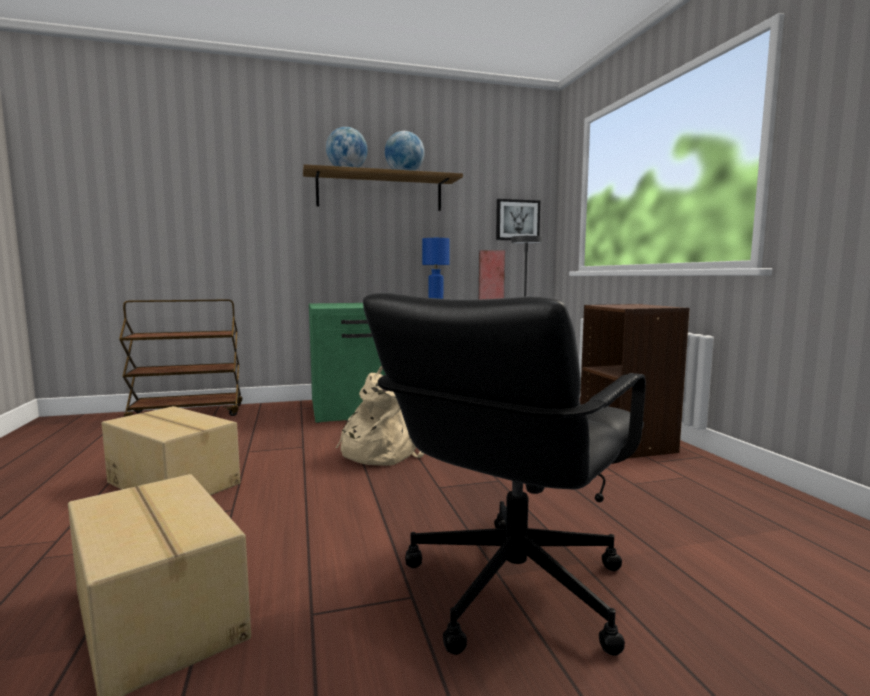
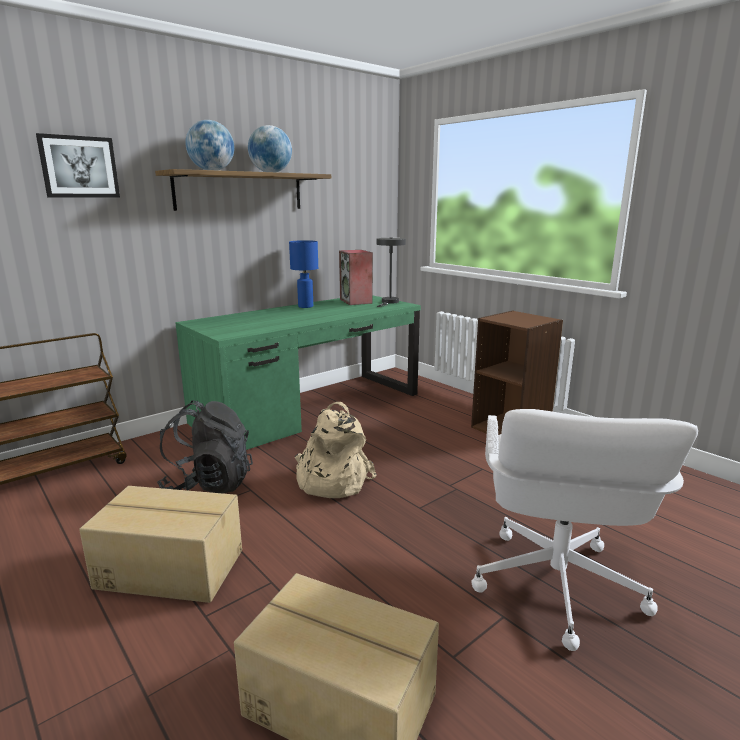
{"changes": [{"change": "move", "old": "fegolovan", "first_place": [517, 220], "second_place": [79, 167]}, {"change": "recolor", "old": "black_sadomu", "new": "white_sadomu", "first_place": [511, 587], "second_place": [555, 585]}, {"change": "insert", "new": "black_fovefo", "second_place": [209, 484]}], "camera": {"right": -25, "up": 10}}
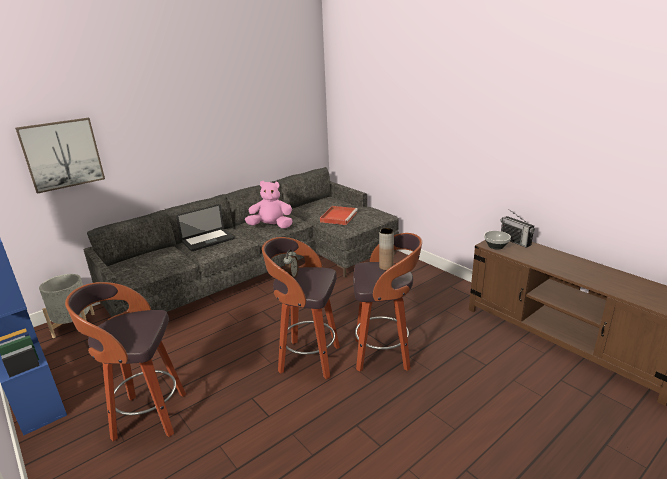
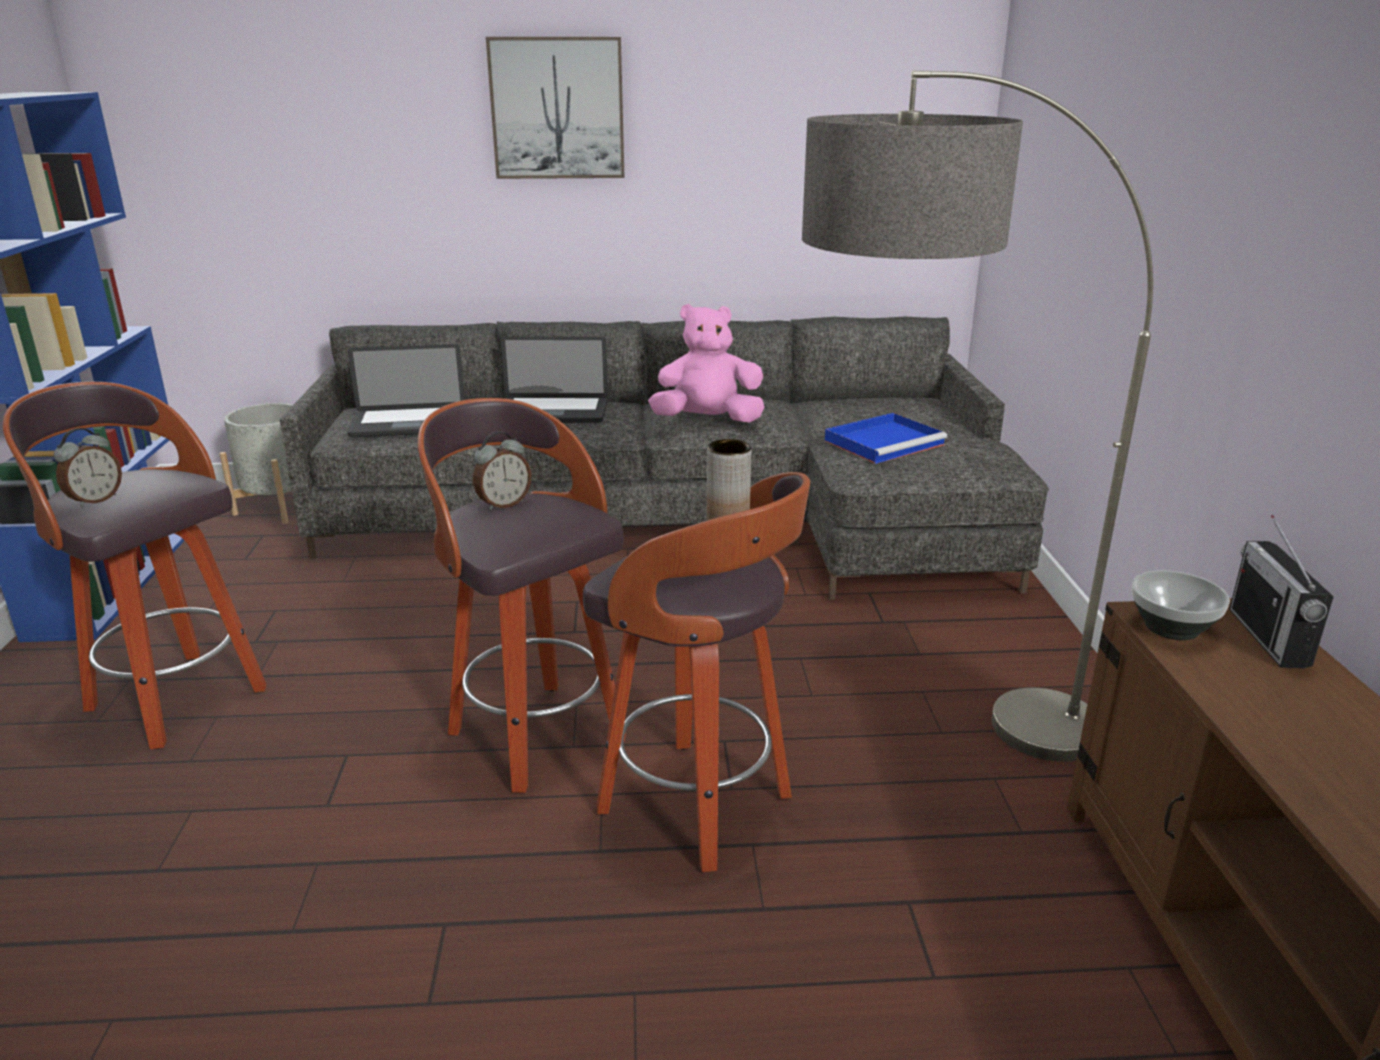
{"changes": [{"change": "move", "old": "fegolovan", "first_place": [62, 154], "second_place": [557, 109]}, {"change": "rotate", "old": "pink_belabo", "first_place": [271, 226], "second_place": [707, 421], "degrees": -45}, {"change": "recolor", "old": "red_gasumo", "new": "blue_gasumo", "first_place": [338, 216], "second_place": [885, 442]}, {"change": "insert", "new": "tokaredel", "second_place": [922, 739]}, {"change": "insert", "new": "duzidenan", "second_place": [408, 424]}, {"change": "insert", "new": "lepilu", "second_place": [95, 500]}], "camera": {"right": 35, "up": 0}}
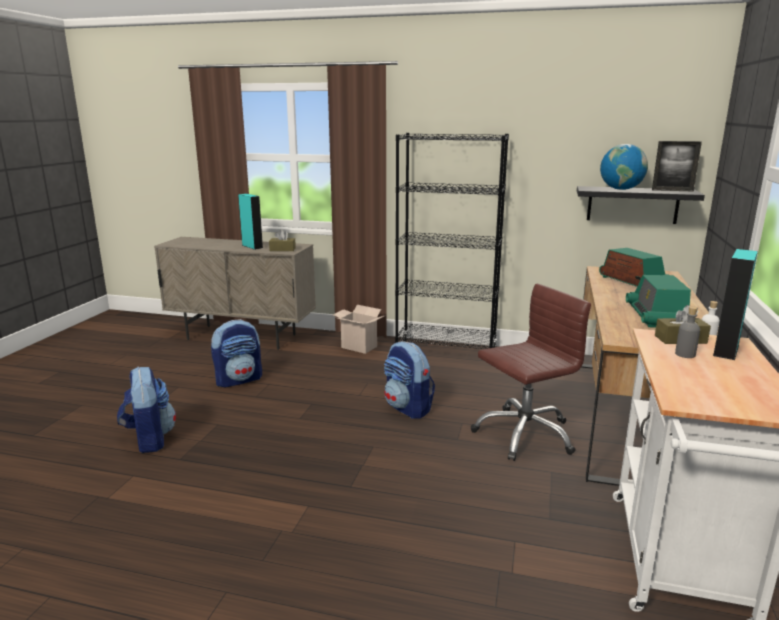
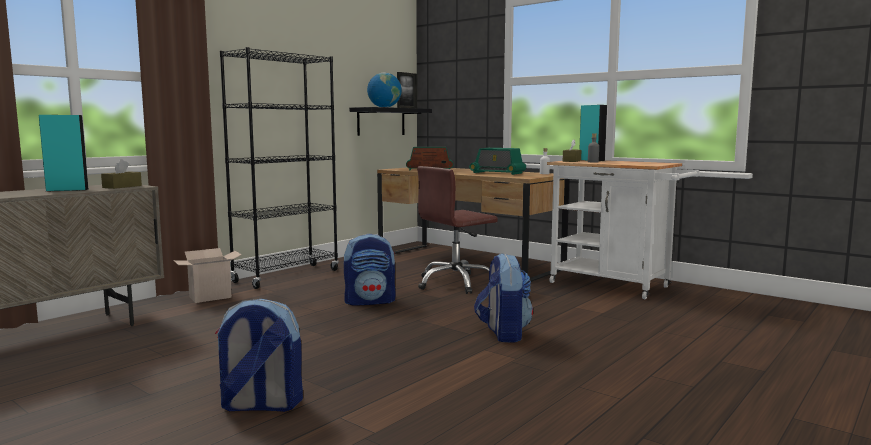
{"changes": [{"change": "rotate", "old": "brown_sadomu", "first_place": [524, 434], "second_place": [455, 283], "degrees": -120}, {"change": "move", "old": "fovefo", "first_place": [239, 380], "second_place": [503, 333]}], "camera": {"right": -65, "up": -10}}
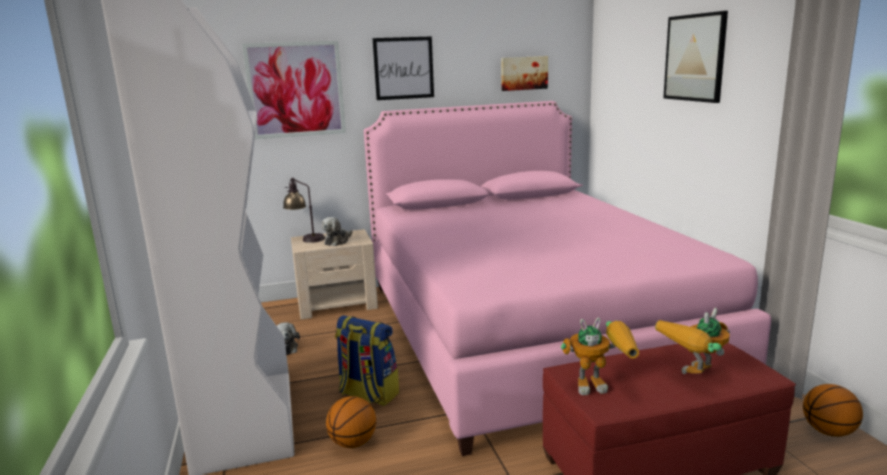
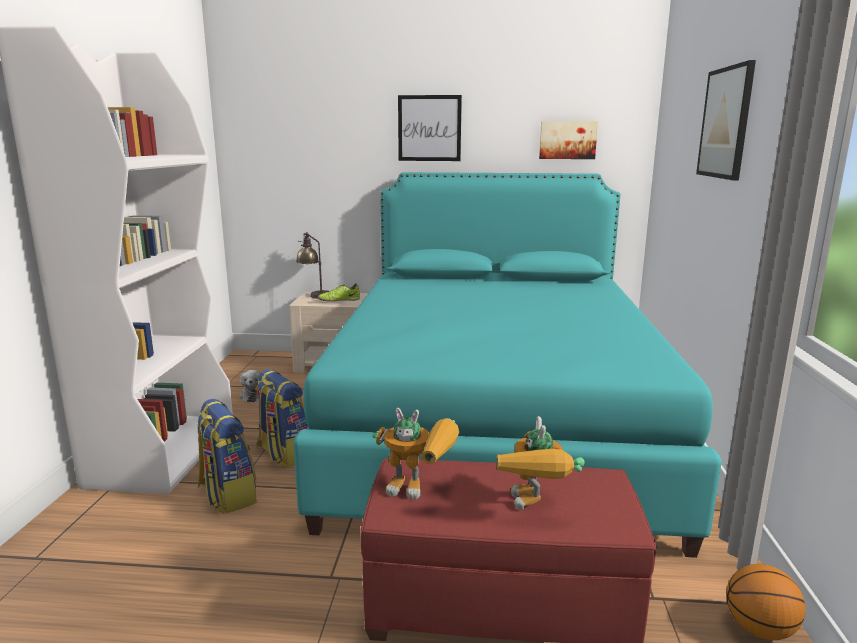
{"changes": [{"change": "delete", "old": "fegolovan", "first_place": [295, 89]}, {"change": "recolor", "old": "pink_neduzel", "new": "turquoise_neduzel", "first_place": [527, 331], "second_place": [493, 426]}, {"change": "replace", "old": "belabo", "new": "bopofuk", "first_place": [337, 241], "second_place": [339, 301]}, {"change": "rotate", "old": "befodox", "first_place": [695, 378], "second_place": [535, 508], "degrees": -75}, {"change": "replace", "old": "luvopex", "new": "fovefo", "first_place": [352, 443], "second_place": [227, 495]}], "camera": {"right": 20, "up": 0}}
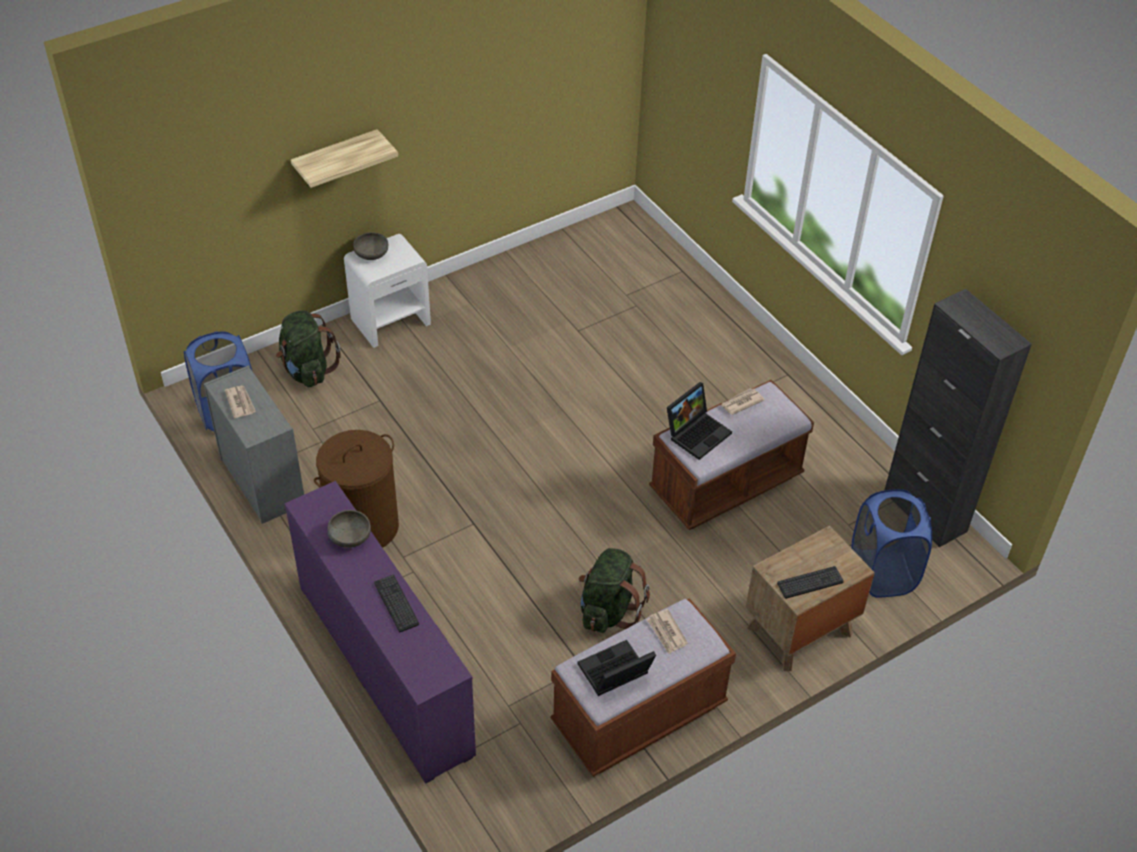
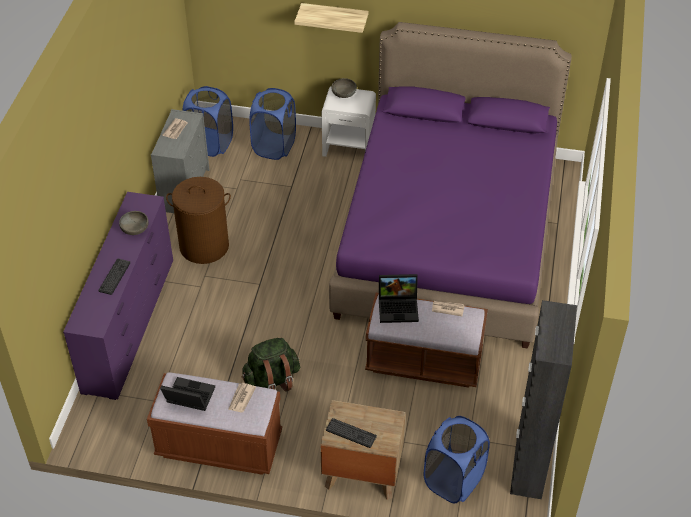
{"changes": [{"change": "replace", "old": "green_fovefo", "new": "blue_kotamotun", "first_place": [307, 370], "second_place": [274, 146]}, {"change": "insert", "new": "purple_neduzel", "second_place": [448, 236]}], "camera": {"right": 45, "up": 0}}
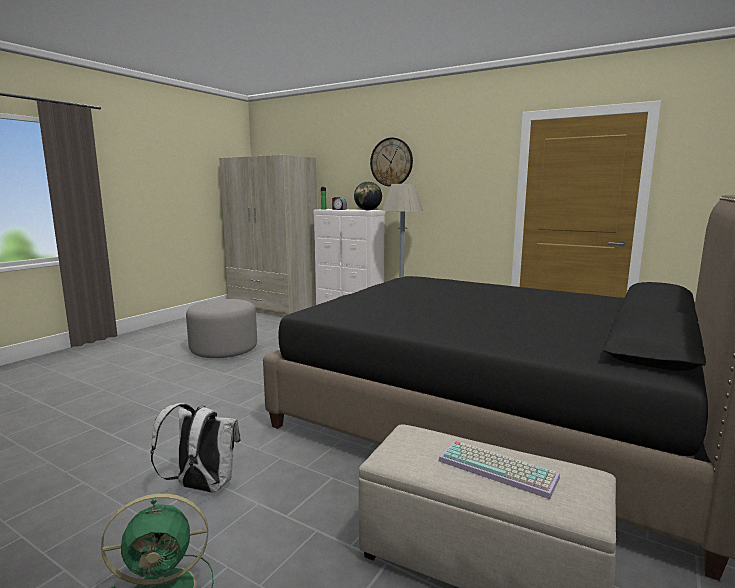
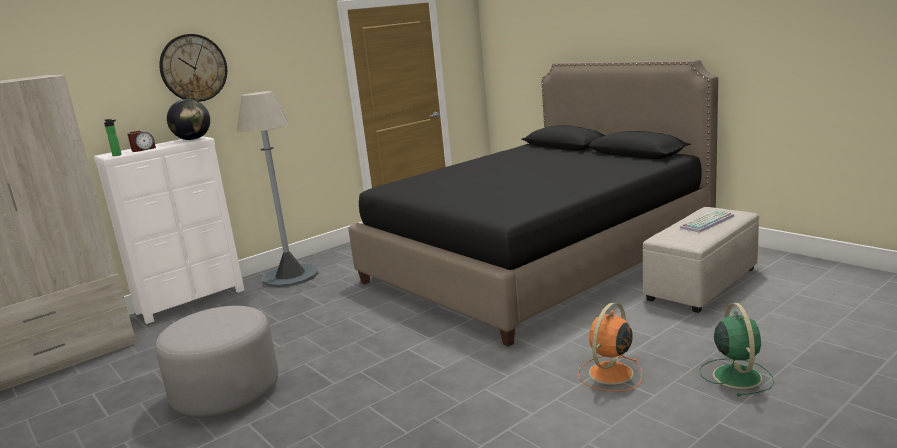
{"changes": [{"change": "replace", "old": "white_fovefo", "new": "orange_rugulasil", "first_place": [202, 487], "second_place": [610, 374]}], "camera": {"right": -70, "up": 5}}
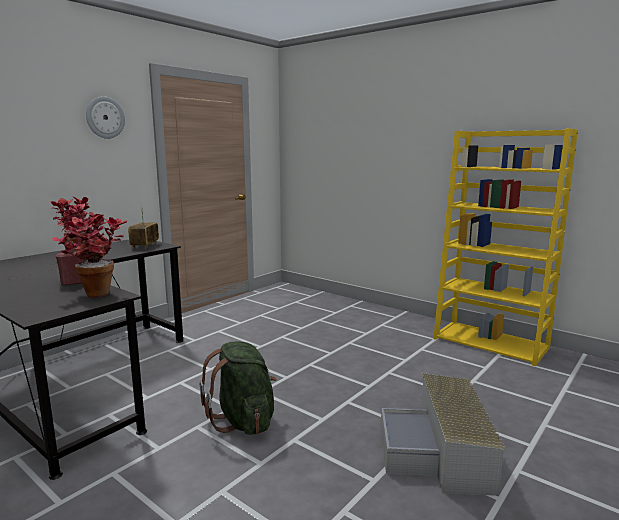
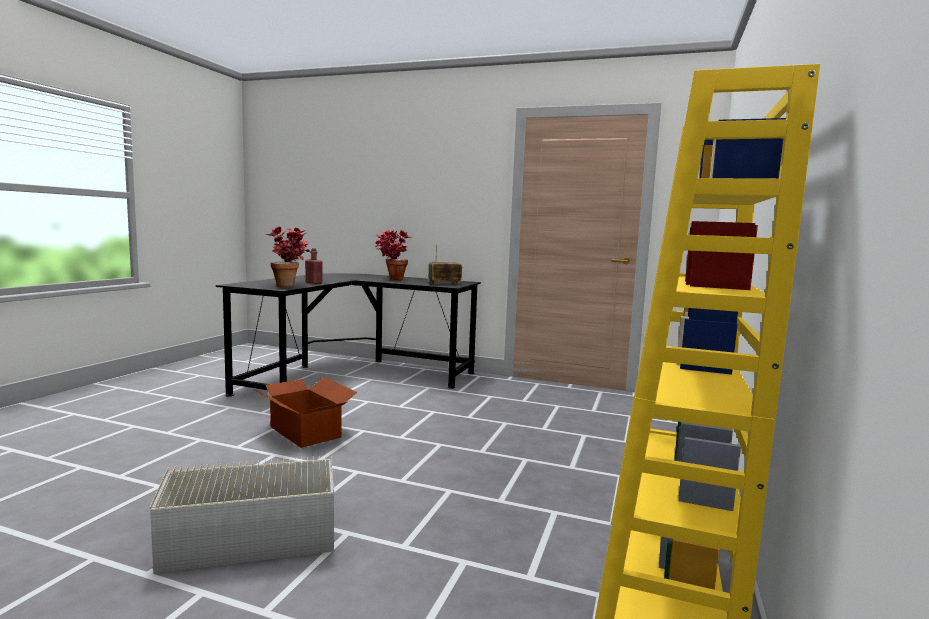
{"changes": [{"change": "delete", "old": "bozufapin", "first_place": [105, 117]}, {"change": "replace", "old": "green_fovefo", "new": "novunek", "first_place": [243, 420], "second_place": [305, 431]}], "camera": {"right": 70, "up": -5}}
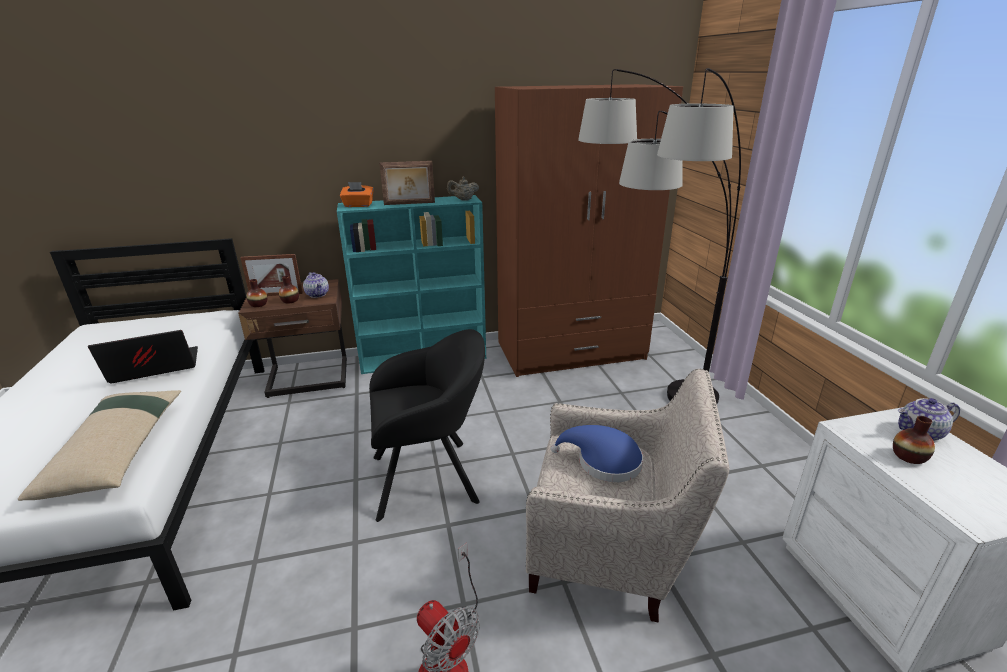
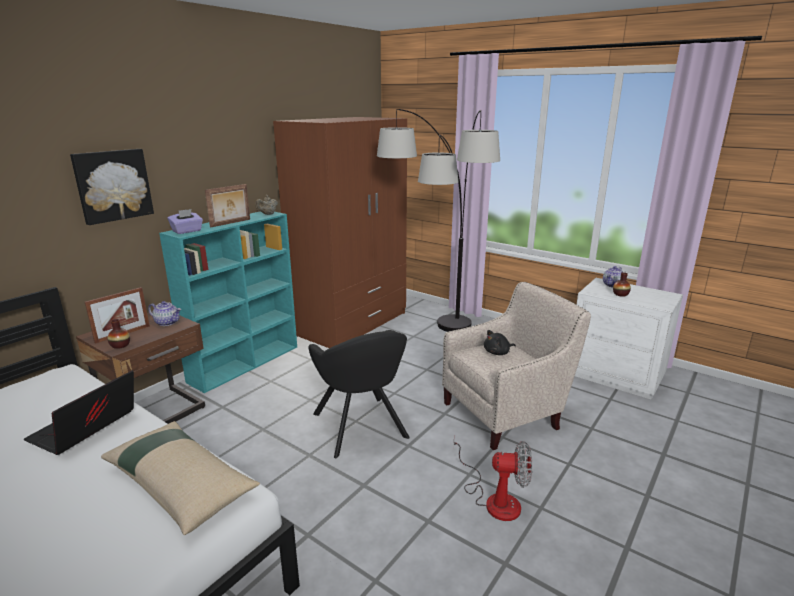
{"changes": [{"change": "recolor", "old": "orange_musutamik", "new": "purple_musutamik", "first_place": [358, 205], "second_place": [187, 231]}, {"change": "delete", "old": "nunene", "first_place": [290, 301]}, {"change": "rotate", "old": "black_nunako", "first_place": [430, 477], "second_place": [361, 428], "degrees": 120}, {"change": "replace", "old": "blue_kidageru", "new": "black_belabo", "first_place": [603, 462], "second_place": [498, 353]}, {"change": "insert", "new": "fegolovan", "second_place": [113, 185]}], "camera": {"right": -40, "up": -5}}
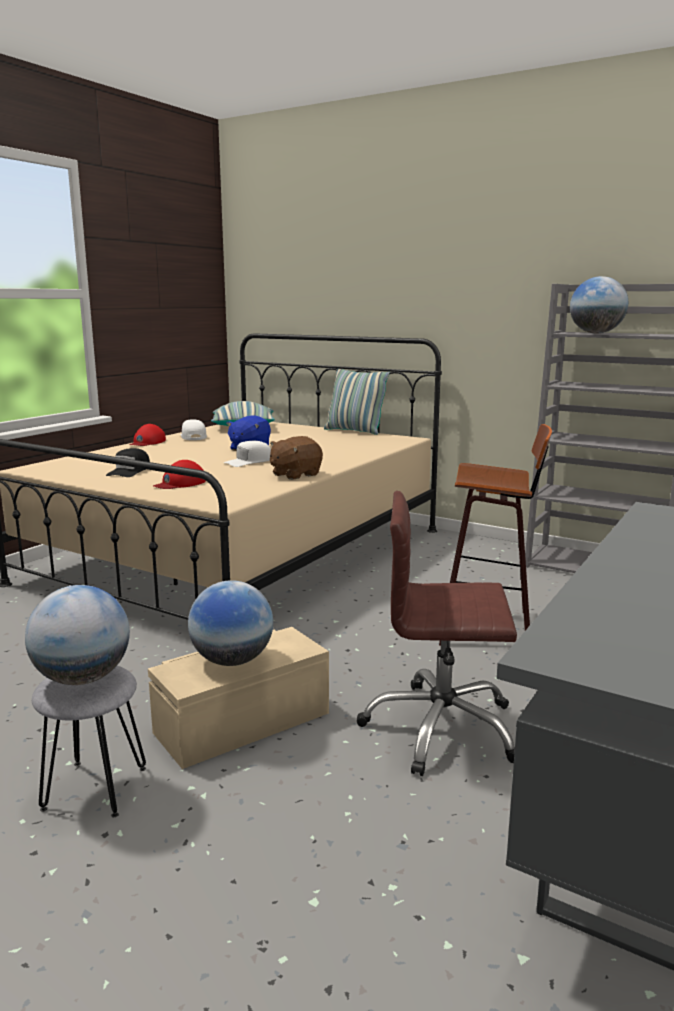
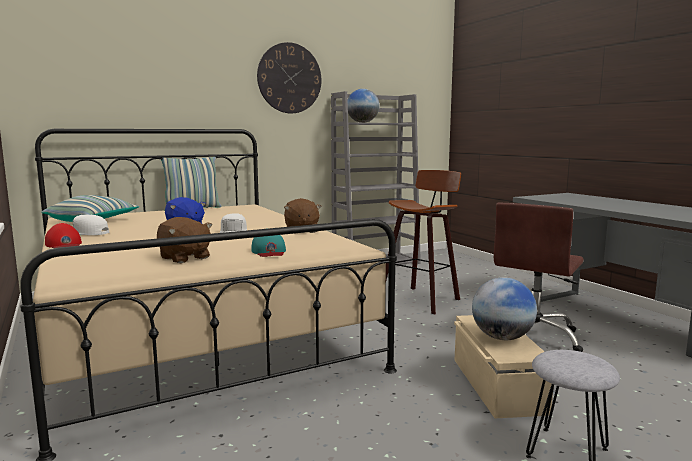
{"changes": [{"change": "replace", "old": "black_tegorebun", "new": "brown_belabo", "first_place": [130, 471], "second_place": [184, 258]}, {"change": "recolor", "old": "red_tegorebun", "new": "turquoise_tegorebun", "first_place": [180, 483], "second_place": [269, 251]}, {"change": "delete", "old": "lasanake", "first_place": [83, 678]}, {"change": "insert", "new": "bozufapin", "second_place": [289, 78]}], "camera": {"right": -60, "up": -5}}
